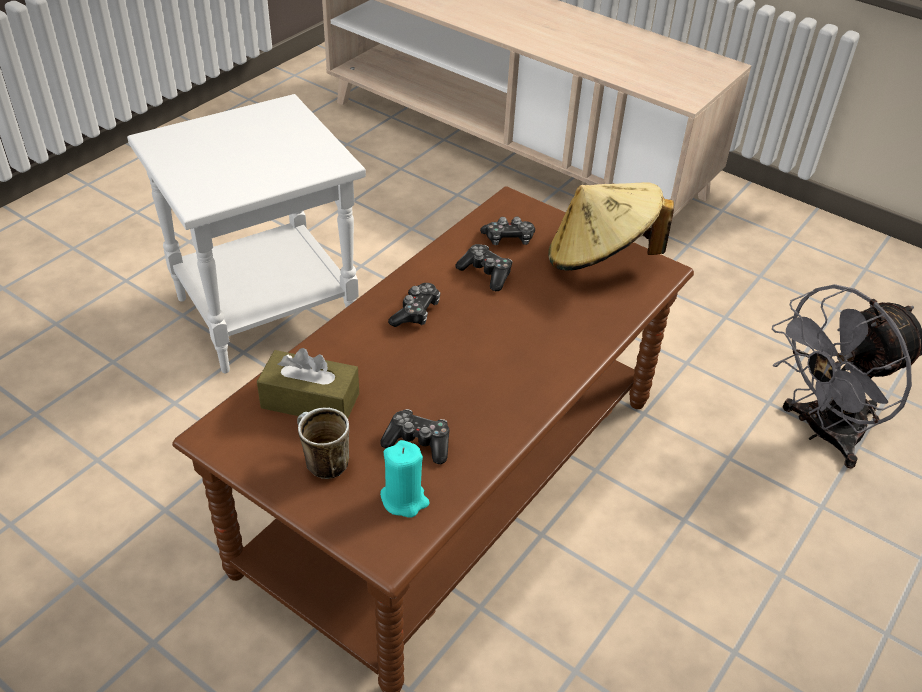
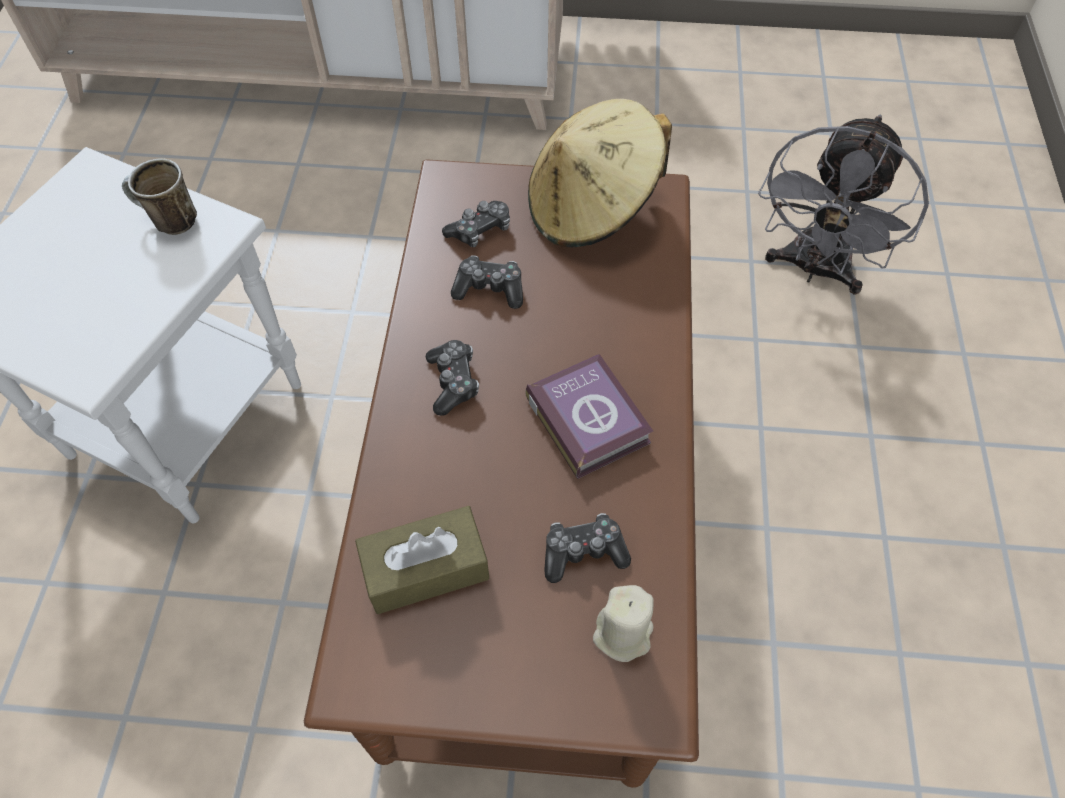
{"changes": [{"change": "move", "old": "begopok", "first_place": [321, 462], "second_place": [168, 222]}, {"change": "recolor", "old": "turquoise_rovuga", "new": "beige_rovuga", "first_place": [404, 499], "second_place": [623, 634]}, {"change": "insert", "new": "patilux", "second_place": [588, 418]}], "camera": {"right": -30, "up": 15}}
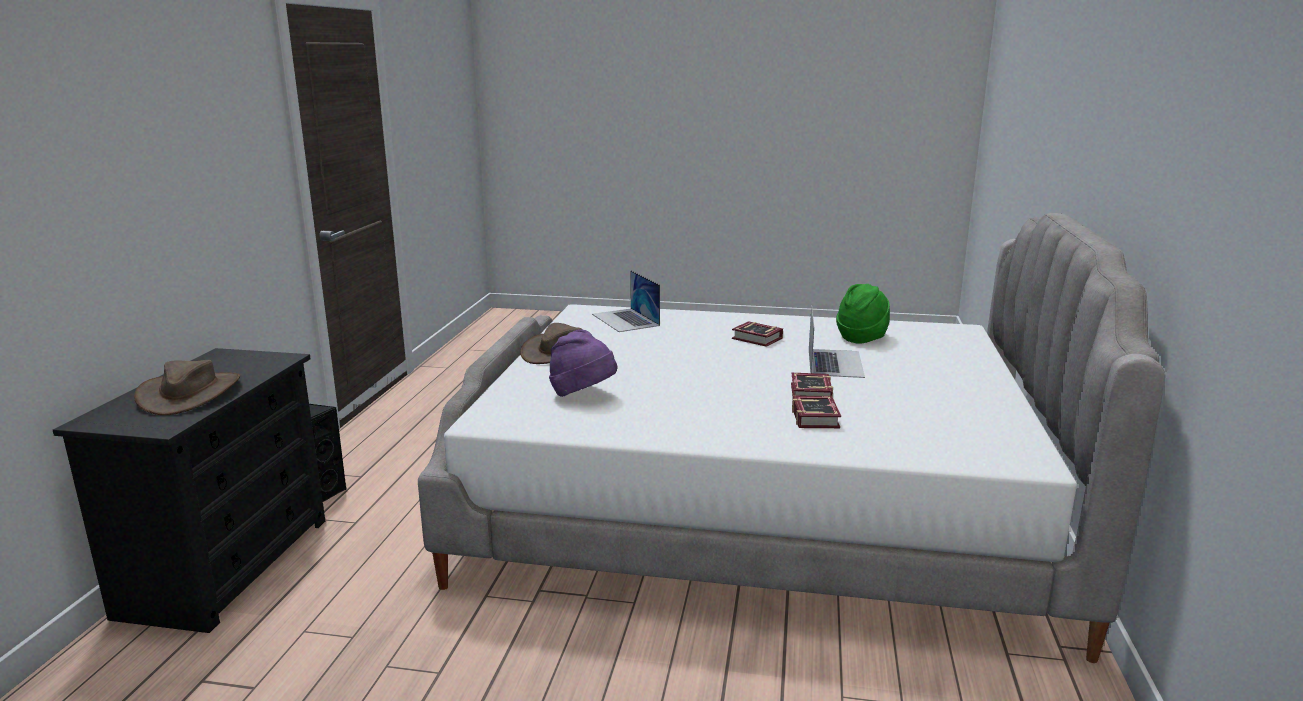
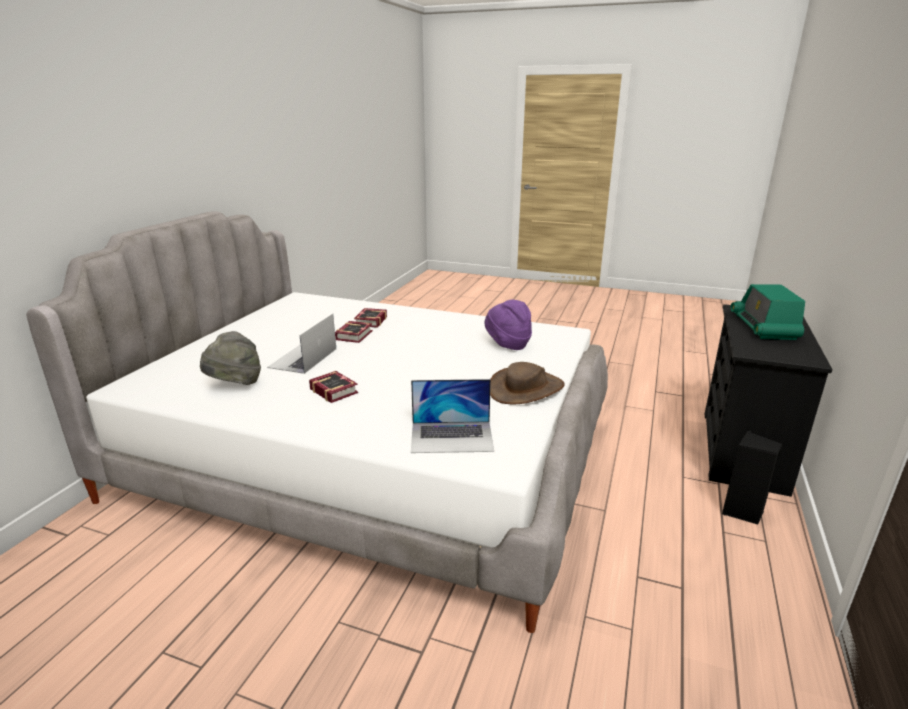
{"changes": [{"change": "rotate", "old": "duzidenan", "first_place": [625, 320], "second_place": [452, 437], "degrees": 105}, {"change": "recolor", "old": "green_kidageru", "new": "grey_kidageru", "first_place": [862, 337], "second_place": [235, 384]}, {"change": "replace", "old": "brown_kidageru", "new": "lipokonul", "first_place": [189, 394], "second_place": [763, 327]}], "camera": {"right": -170, "up": 5}}
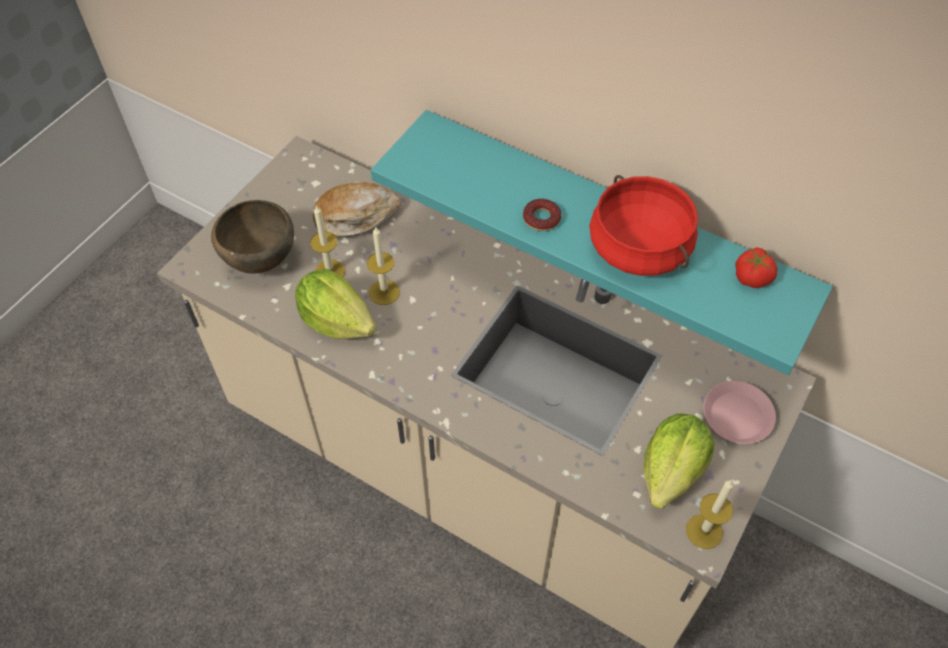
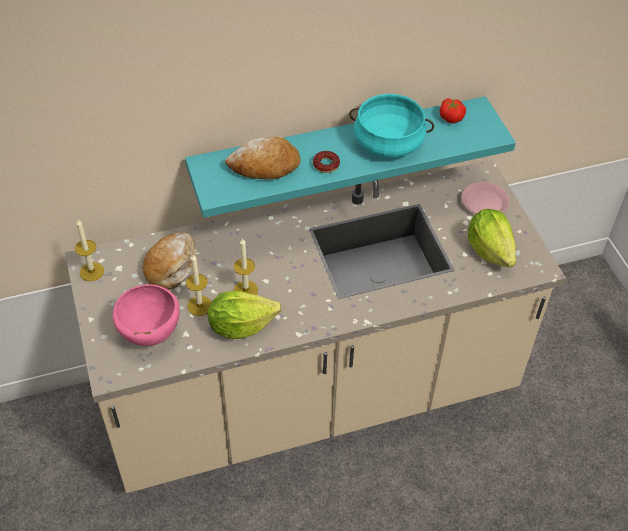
{"changes": [{"change": "recolor", "old": "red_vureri", "new": "turquoise_vureri", "first_place": [640, 248], "second_place": [389, 142]}, {"change": "recolor", "old": "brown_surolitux", "new": "pink_surolitux", "first_place": [260, 262], "second_place": [150, 335]}, {"change": "move", "old": "rovuga", "first_place": [704, 531], "second_place": [91, 271]}, {"change": "insert", "new": "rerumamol", "second_place": [265, 166]}], "camera": {"right": -50, "up": -5}}
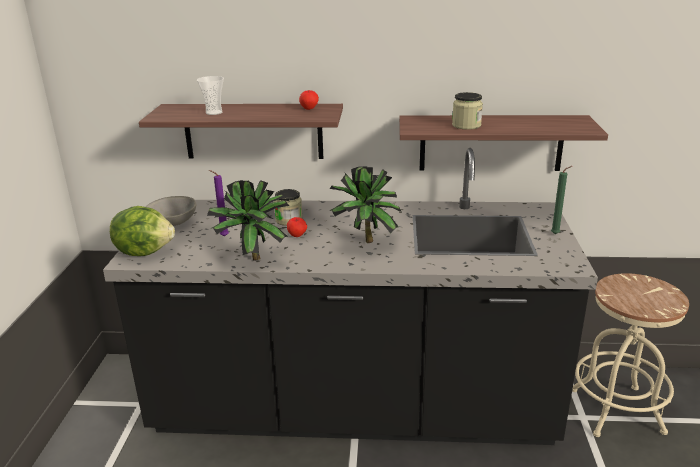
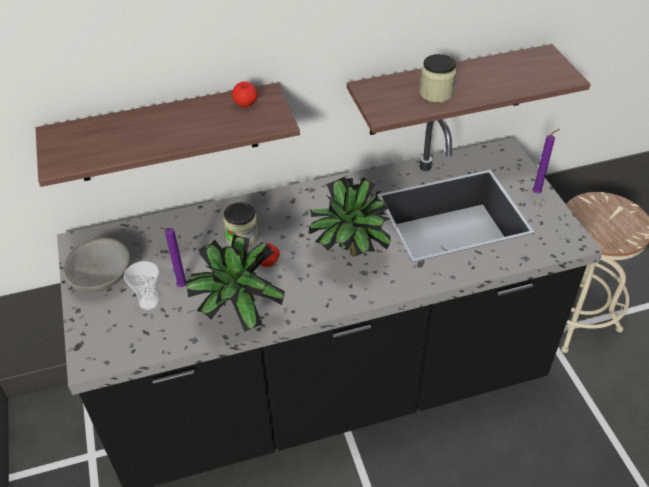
{"changes": [{"change": "move", "old": "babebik", "first_place": [214, 112], "second_place": [149, 302]}, {"change": "recolor", "old": "green_rovuga", "new": "purple_rovuga", "first_place": [556, 234], "second_place": [538, 193]}, {"change": "delete", "old": "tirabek", "first_place": [145, 251]}], "camera": {"right": -20, "up": 20}}
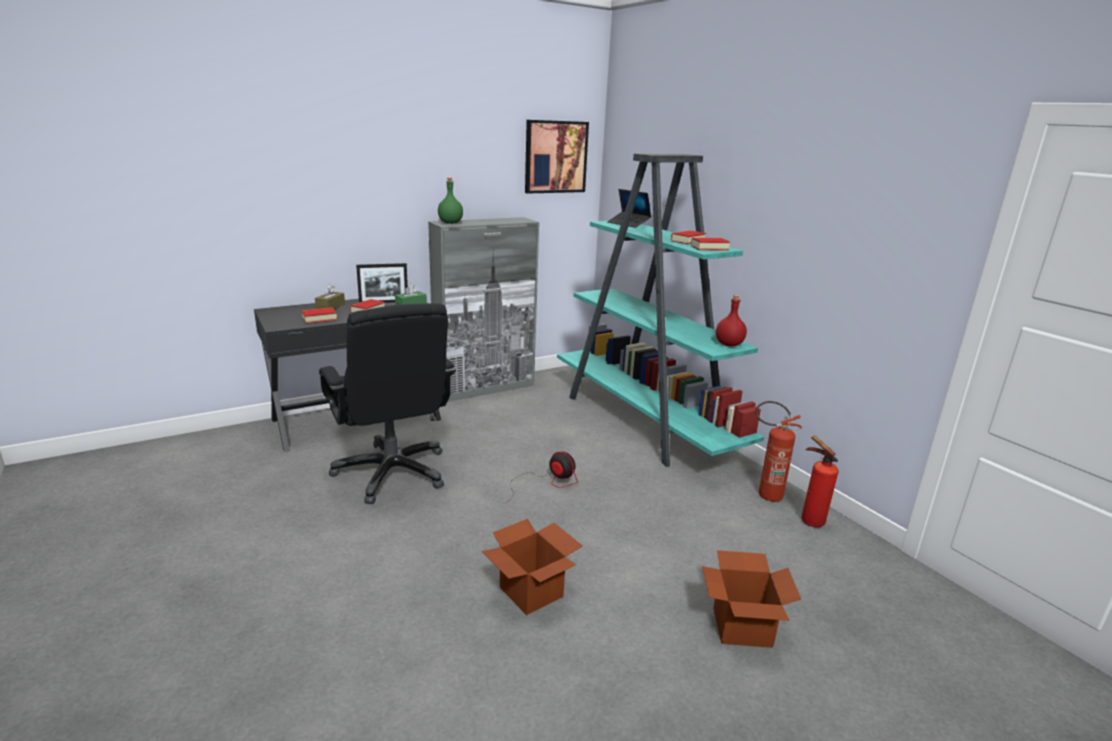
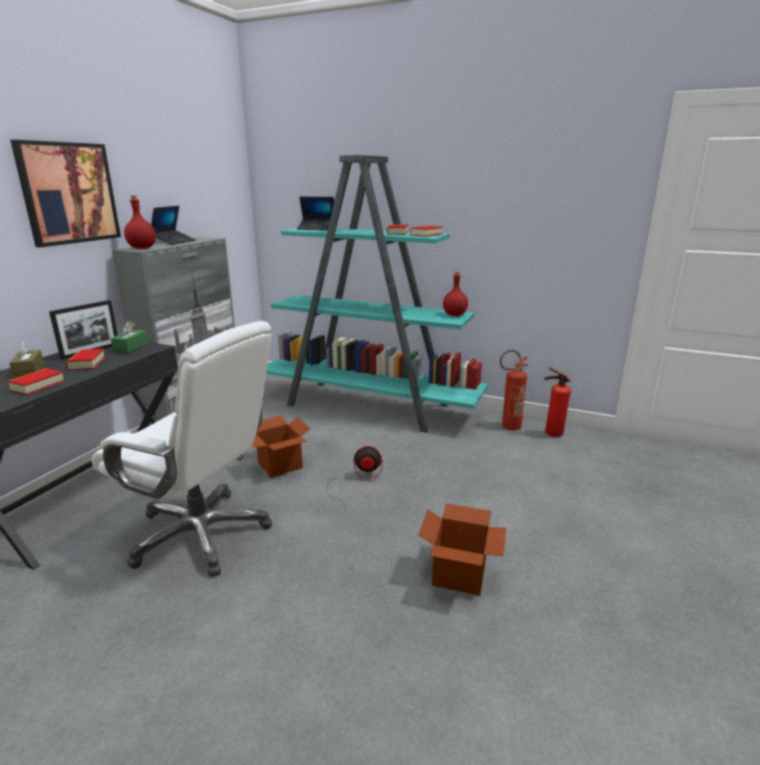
{"changes": [{"change": "move", "old": "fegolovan", "first_place": [555, 157], "second_place": [69, 193]}, {"change": "recolor", "old": "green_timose", "new": "red_timose", "first_place": [450, 223], "second_place": [141, 248]}, {"change": "recolor", "old": "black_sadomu", "new": "white_sadomu", "first_place": [392, 472], "second_place": [202, 534]}, {"change": "move", "old": "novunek", "first_place": [742, 627], "second_place": [280, 465]}, {"change": "insert", "new": "duzidenan", "second_place": [174, 242]}], "camera": {"right": -35, "up": 0}}
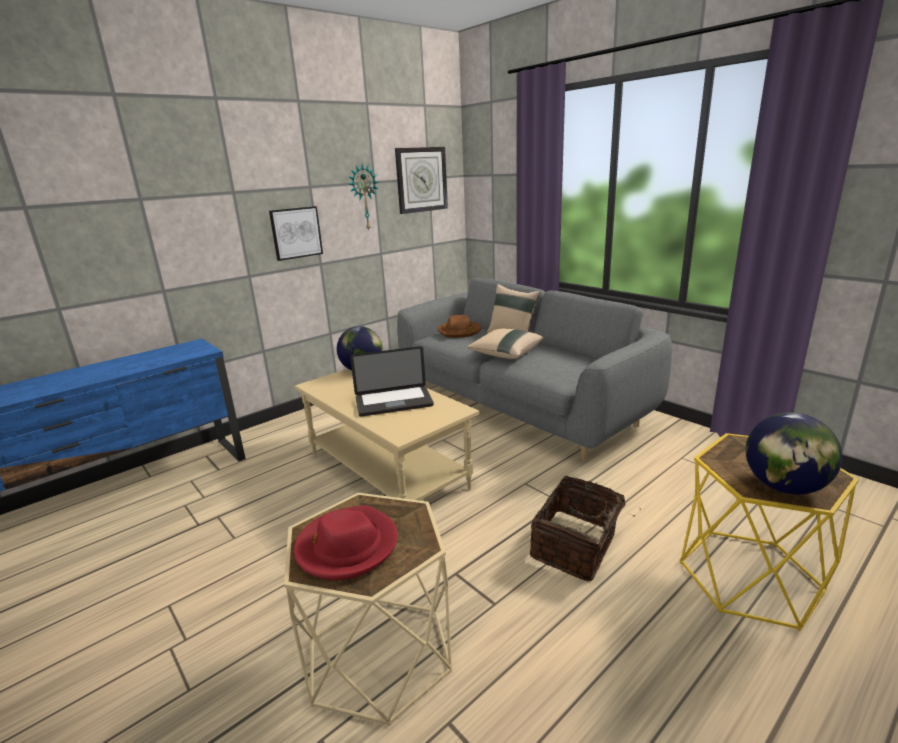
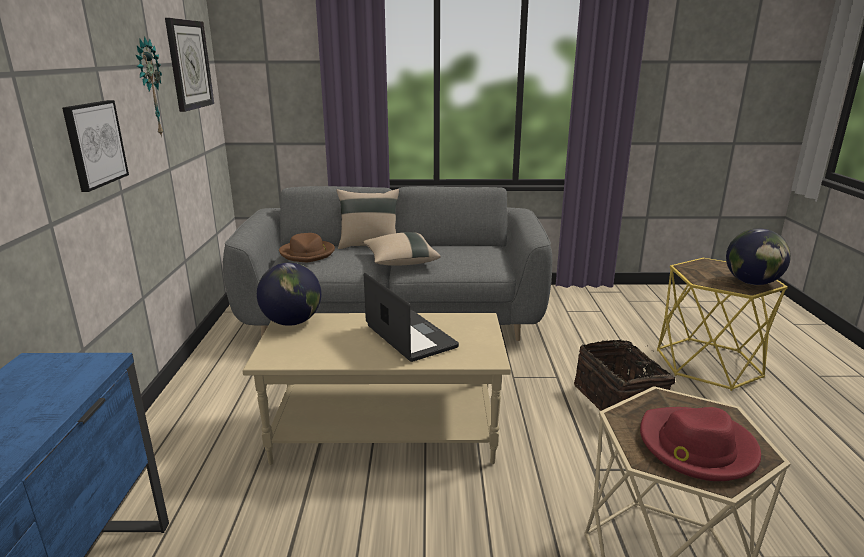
{"changes": [{"change": "rotate", "old": "duzidenan", "first_place": [393, 402], "second_place": [410, 337], "degrees": -60}], "camera": {"right": -50, "up": 0}}
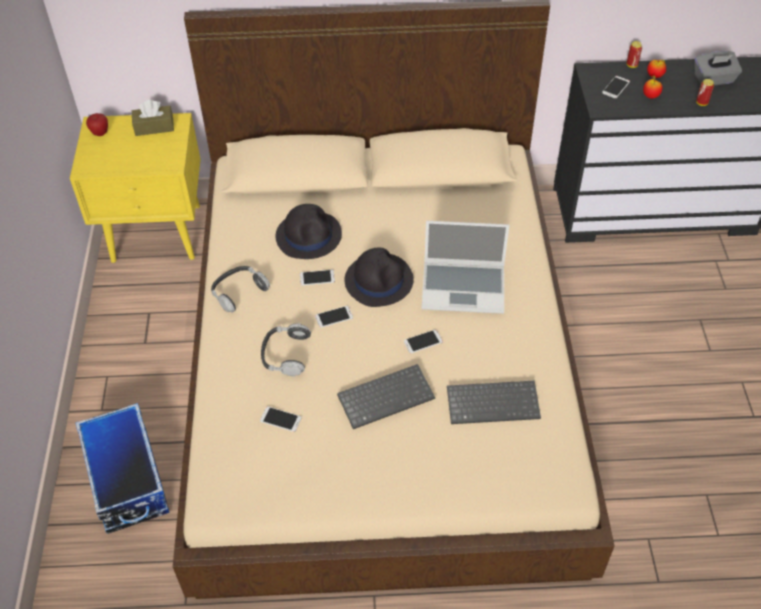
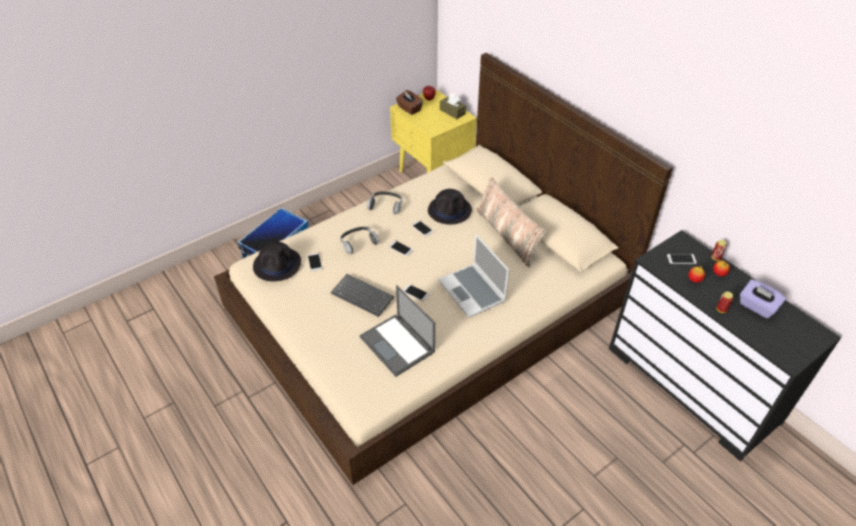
{"changes": [{"change": "recolor", "old": "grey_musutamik", "new": "purple_musutamik", "first_place": [714, 79], "second_place": [757, 307]}, {"change": "move", "old": "black_kidageru", "first_place": [379, 280], "second_place": [277, 264]}, {"change": "replace", "old": "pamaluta", "new": "duzidenan", "first_place": [494, 402], "second_place": [398, 345]}, {"change": "insert", "new": "brown_musutamik", "second_place": [409, 109]}, {"change": "insert", "new": "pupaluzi", "second_place": [507, 235]}], "camera": {"right": 55, "up": -5}}
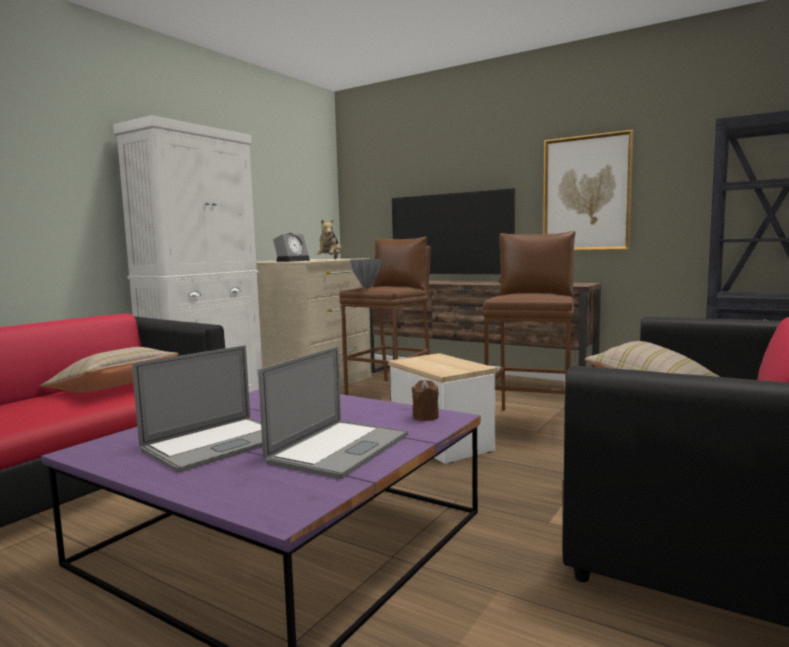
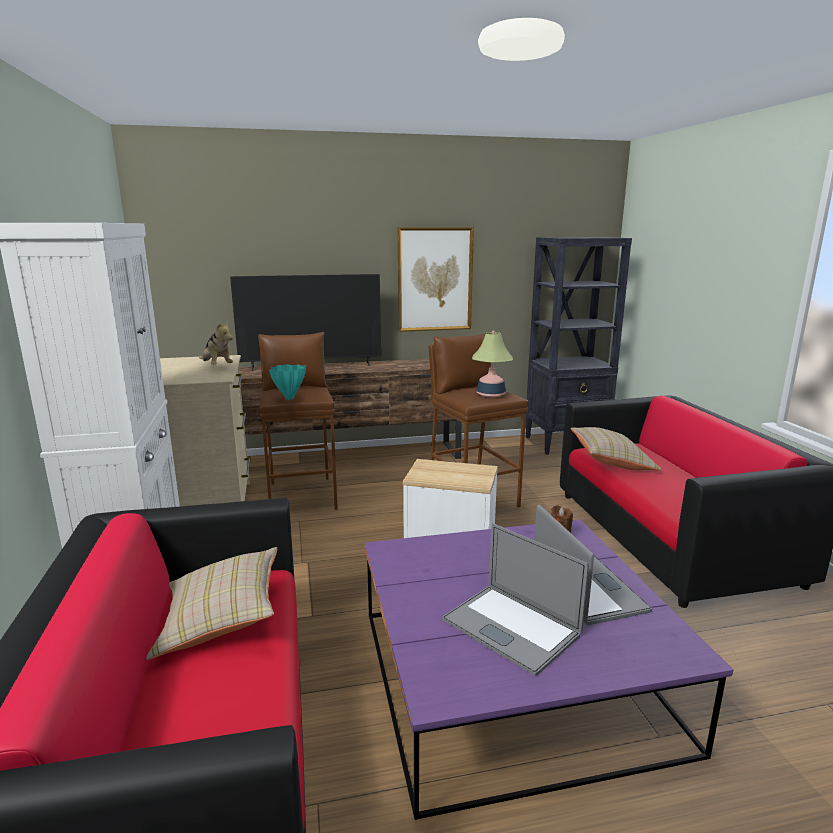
{"changes": [{"change": "delete", "old": "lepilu", "first_place": [292, 261]}, {"change": "recolor", "old": "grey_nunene", "new": "turquoise_nunene", "first_place": [366, 288], "second_place": [289, 398]}, {"change": "rotate", "old": "duzidenan", "first_place": [217, 444], "second_place": [510, 627], "degrees": 135}, {"change": "insert", "new": "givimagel", "second_place": [491, 395]}], "camera": {"right": -45, "up": 10}}
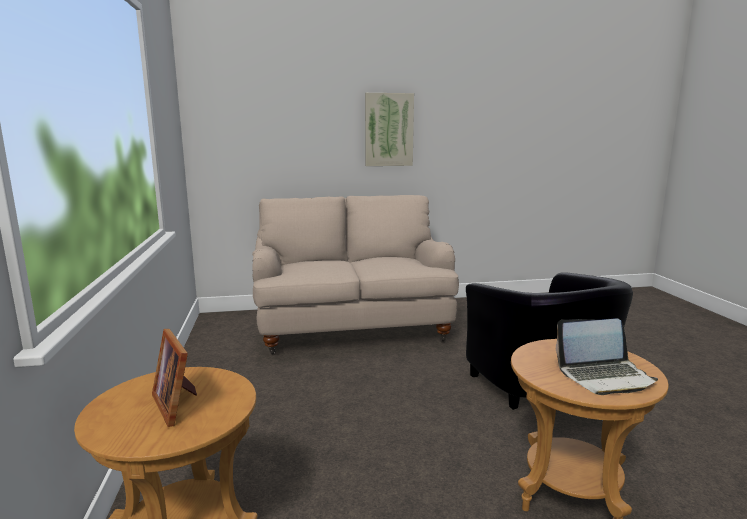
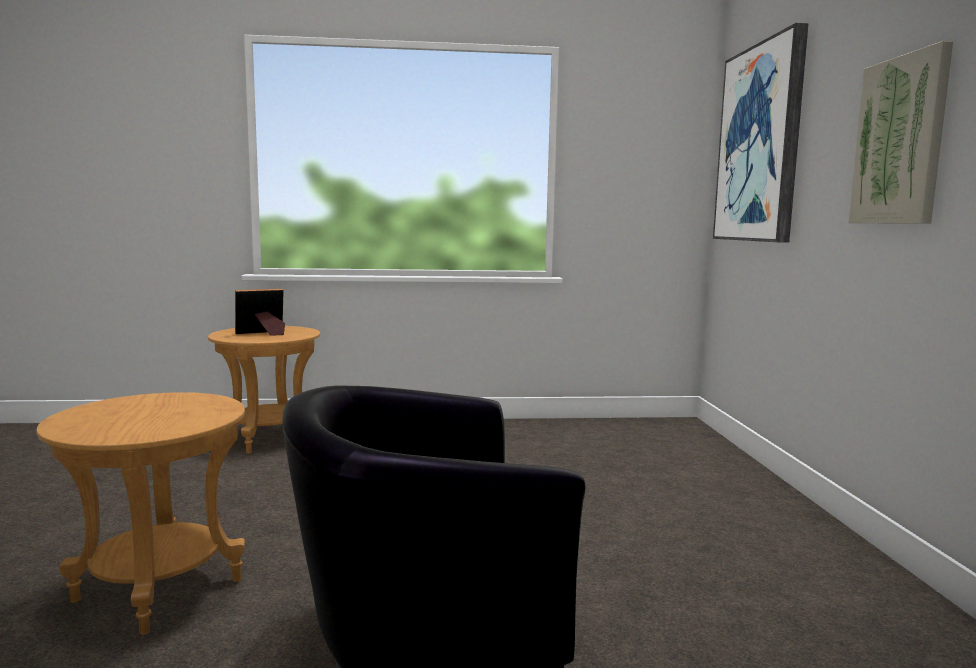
{"changes": [{"change": "delete", "old": "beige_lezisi", "first_place": [352, 326]}, {"change": "delete", "old": "duzidenan", "first_place": [605, 376]}, {"change": "insert", "new": "fegolovan", "second_place": [760, 144]}], "camera": {"right": 95, "up": -5}}
